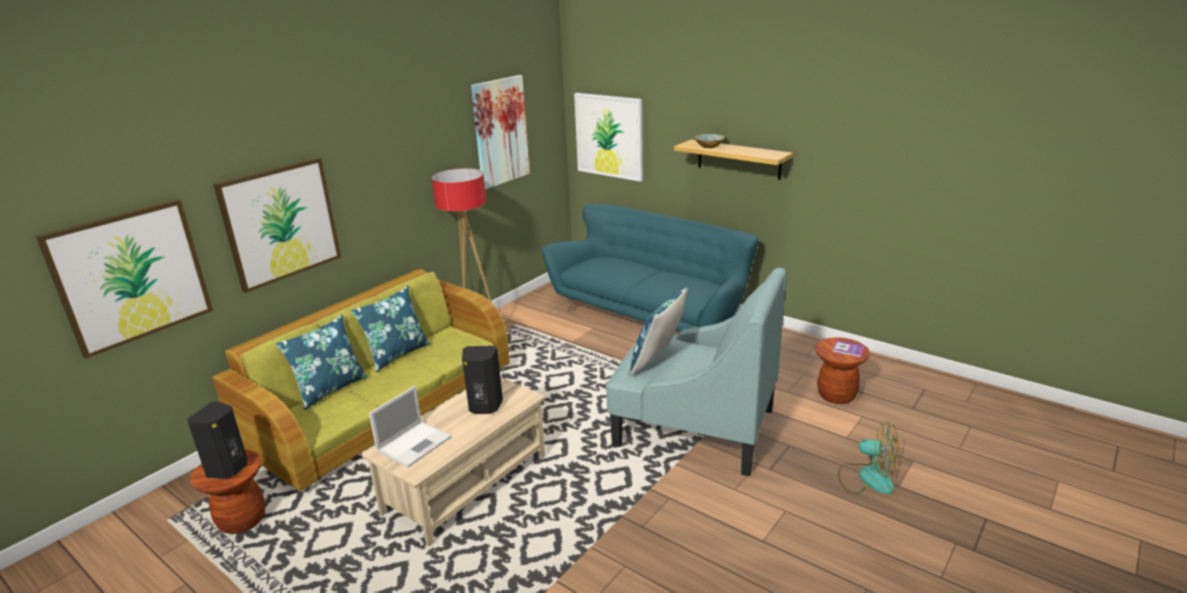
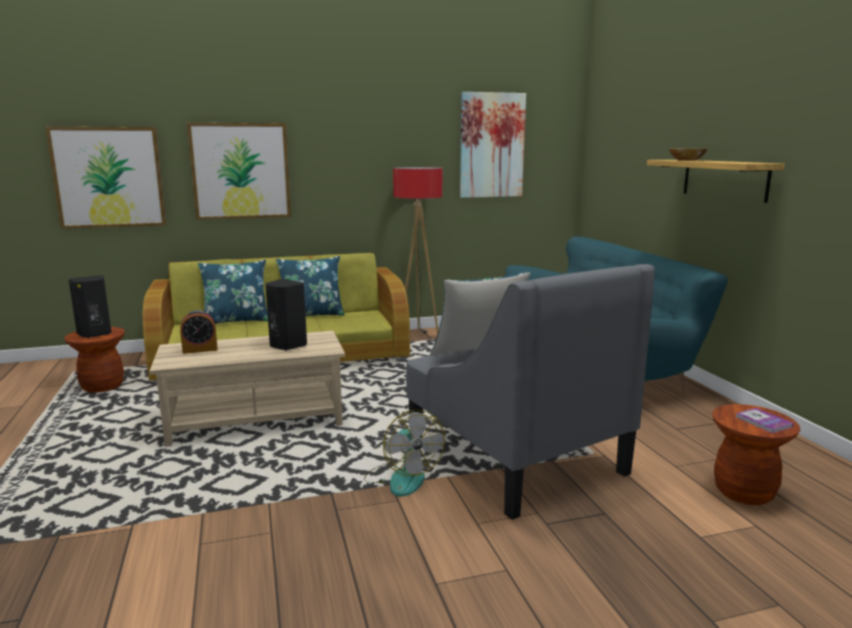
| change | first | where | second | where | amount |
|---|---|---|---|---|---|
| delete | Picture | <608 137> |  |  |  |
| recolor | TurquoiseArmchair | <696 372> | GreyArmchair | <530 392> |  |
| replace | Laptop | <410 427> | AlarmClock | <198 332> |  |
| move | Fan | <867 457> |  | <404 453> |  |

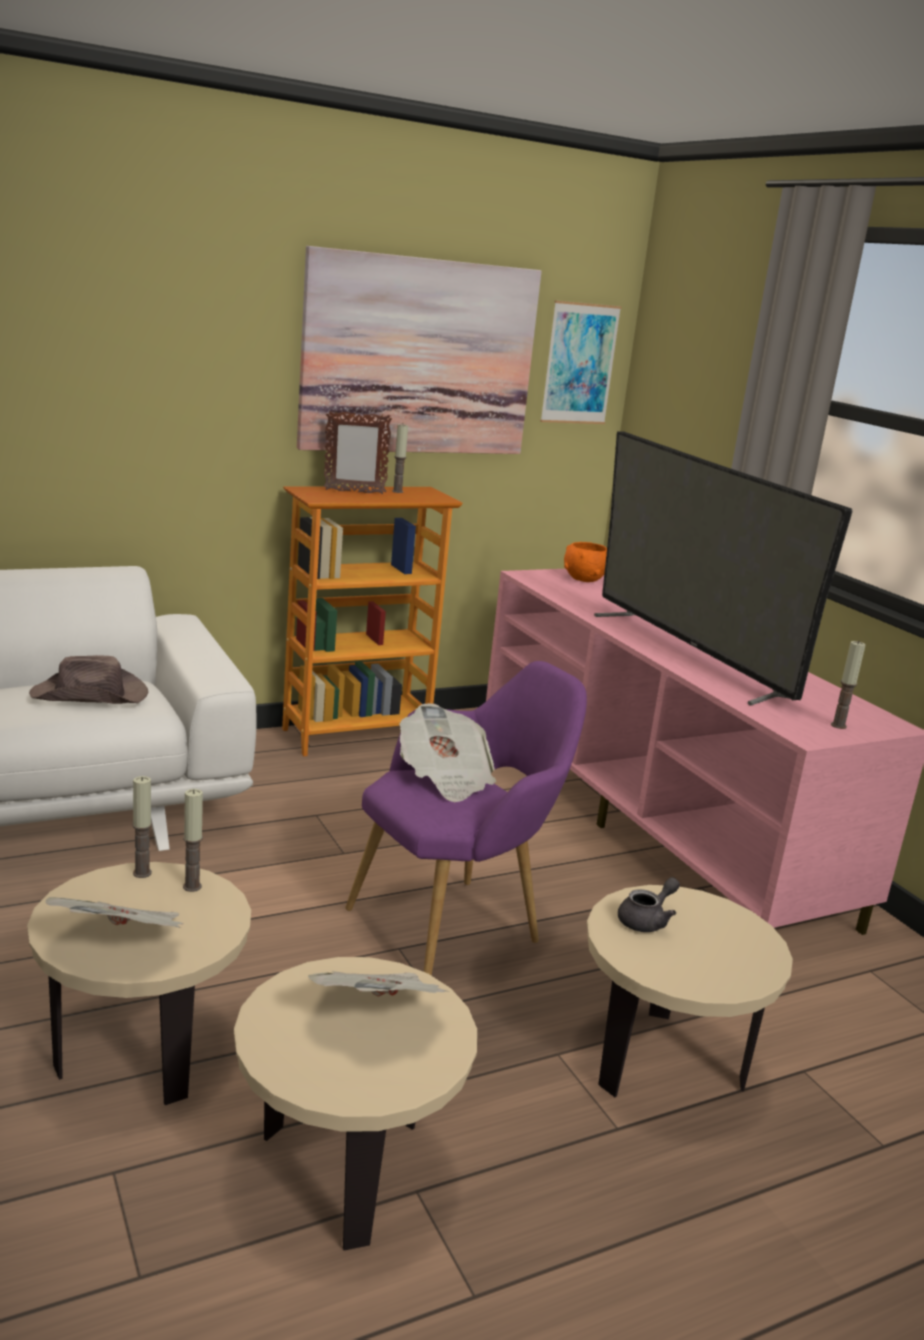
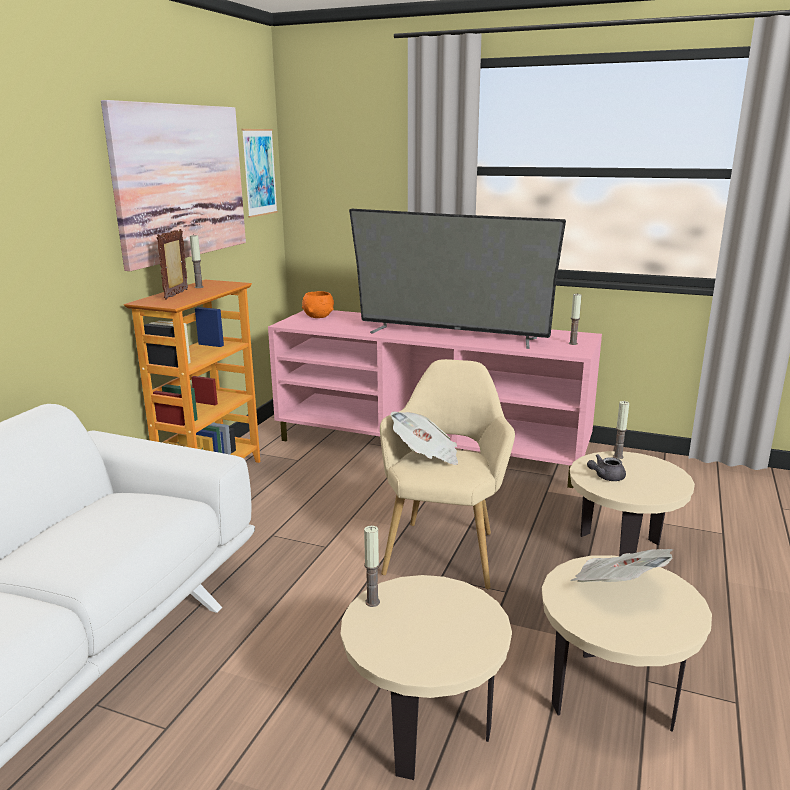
| change | first | where | second | where | amount |
|---|---|---|---|---|---|
| rotate | PictureFrame | <358 452> |  | <172 264> | 150 degrees clockwise |
| delete | BrownHat | <88 679> |  |  |  |
| recolor | PurpleArmchair | <466 818> | BeigeArmchair | <447 474> |  |
| move | Candle | <193 840> |  | <621 430> |  |
| rotate | GreyTeapot | <649 904> |  | <606 467> | 120 degrees counterclockwise |
| delete | Newspaper | <115 912> |  |  |  |

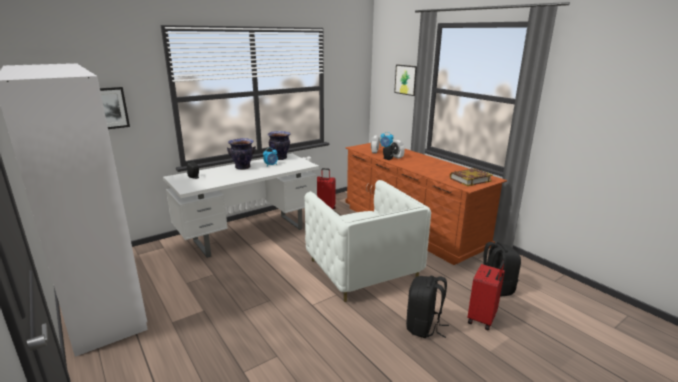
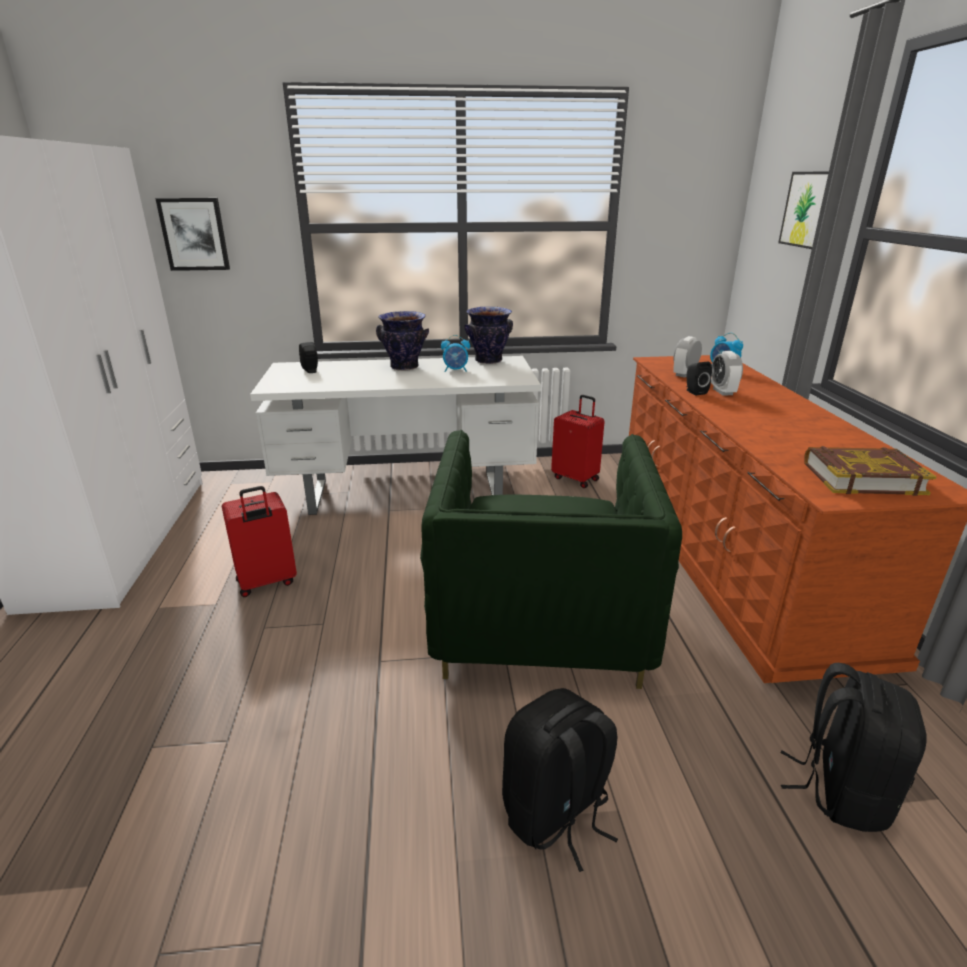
| change | first | where | second | where | amount |
|---|---|---|---|---|---|
| recolor | WhiteArmchair | <368 241> | GreenArmchair | <551 559> |  |
| move | RedSuitcase | <486 295> |  | <259 541> |  |

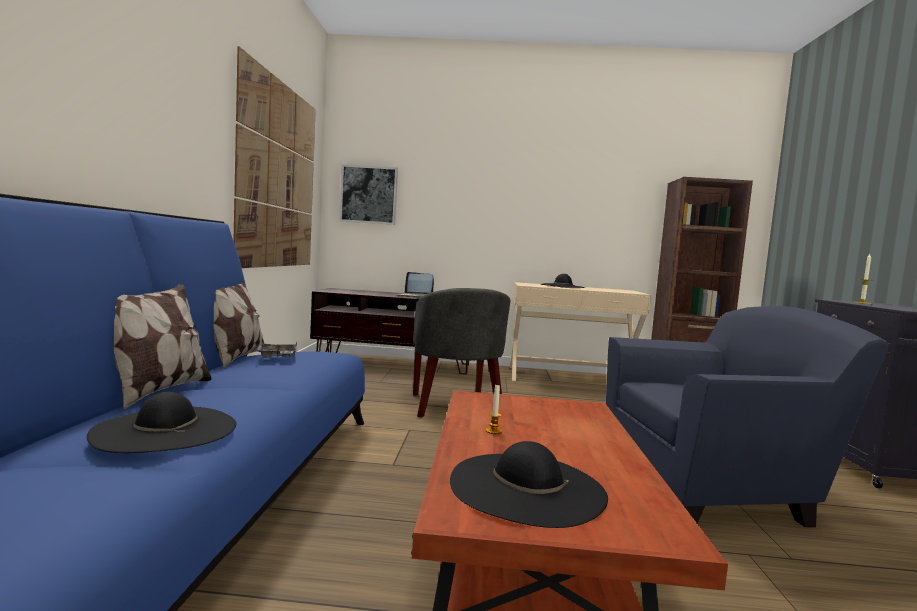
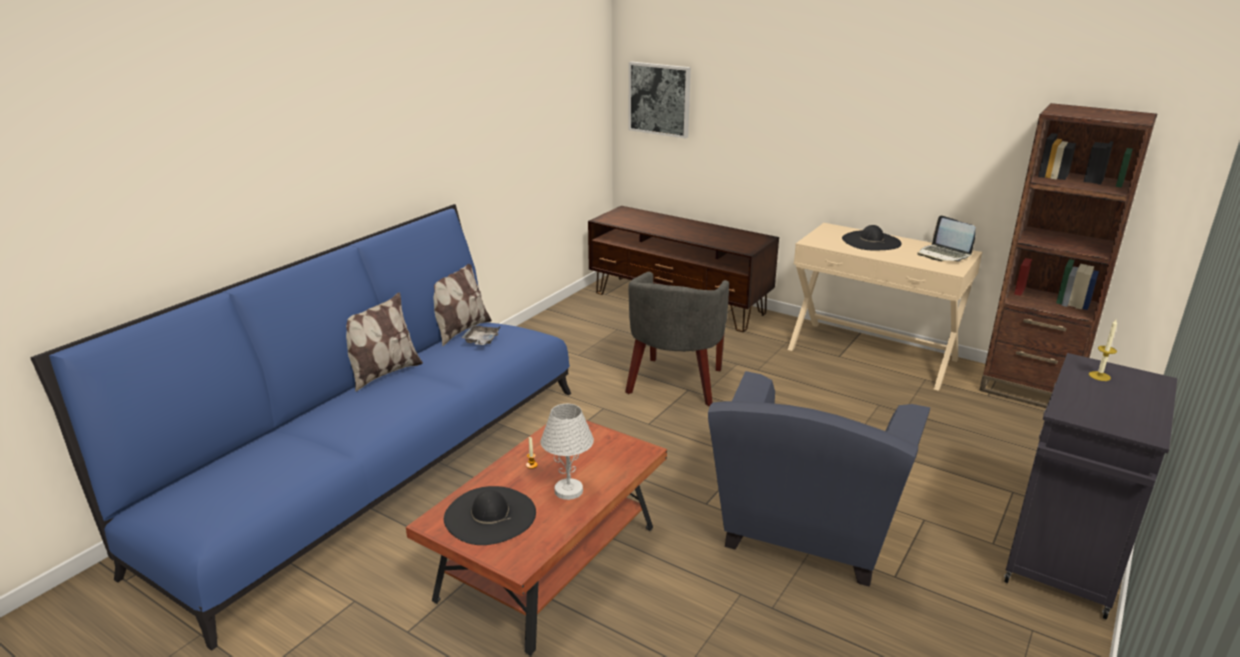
| change | first | where | second | where | amount |
|---|---|---|---|---|---|
| delete | Picture | <274 157> |  |  |  |
| move | Laptop | <415 284> |  | <946 238> |  |
| rotate | BlueArmchair | <747 416> |  | <819 478> | 90 degrees clockwise |
| delete | BlackHat | <161 422> |  |  |  |
| insert |  |  | WhiteTableLamp | <567 452> |  |

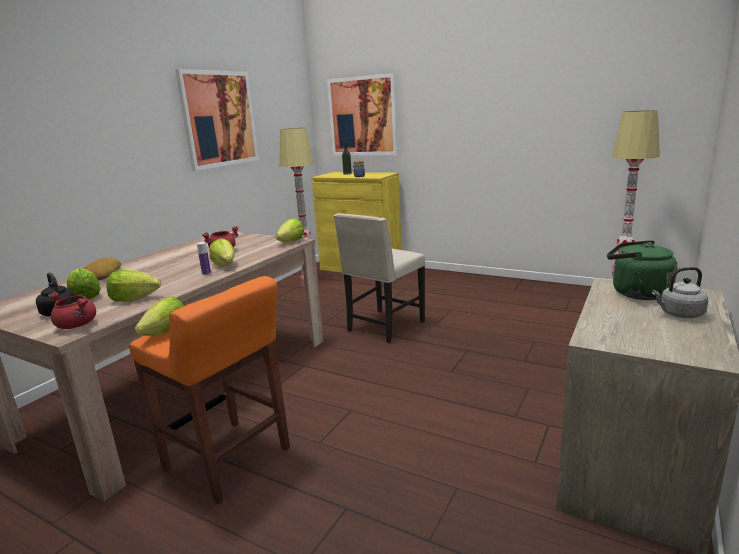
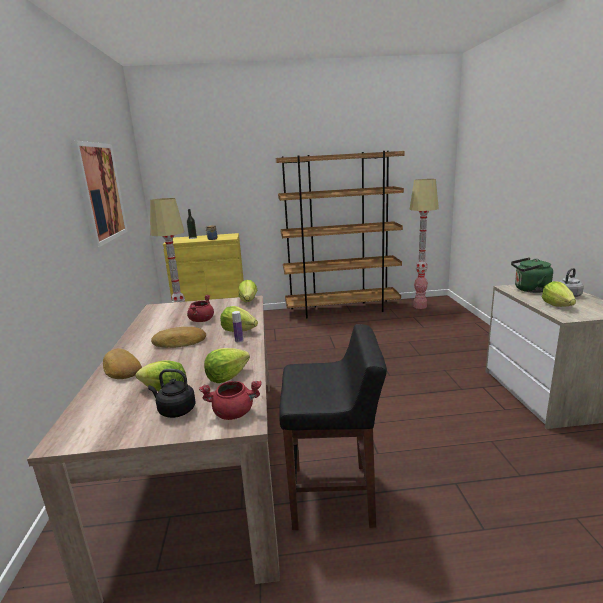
| change | first | where | second | where | amount |
|---|---|---|---|---|---|
| delete | Picture | <362 114> |  |  |  |
| delete | BeigeChair | <379 278> |  |  |  |
| recolor | OrangeStool | <209 390> | BlackStool | <333 427> |  |
| move | Lettuce | <159 316> |  | <559 294> |  |
| insert |  |  | BrownBookcase | <340 235> |  |
| insert |  |  | Bread | <178 337> |  |

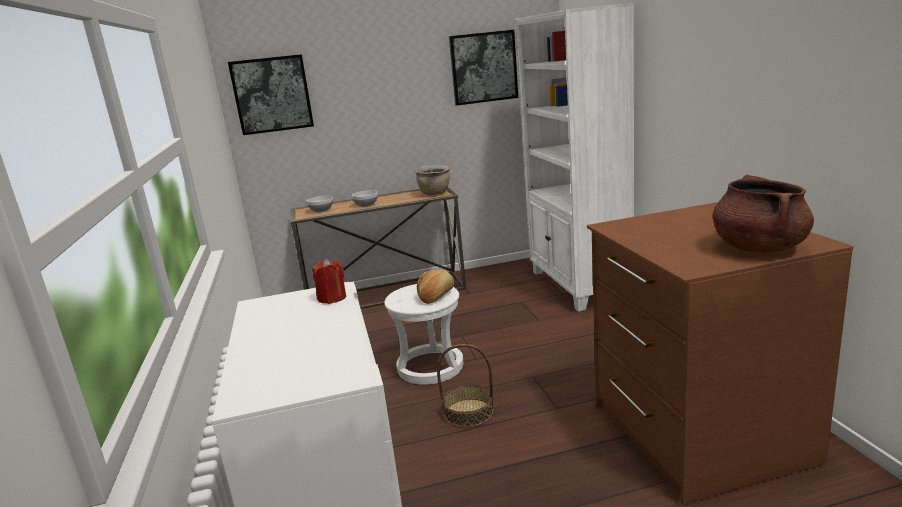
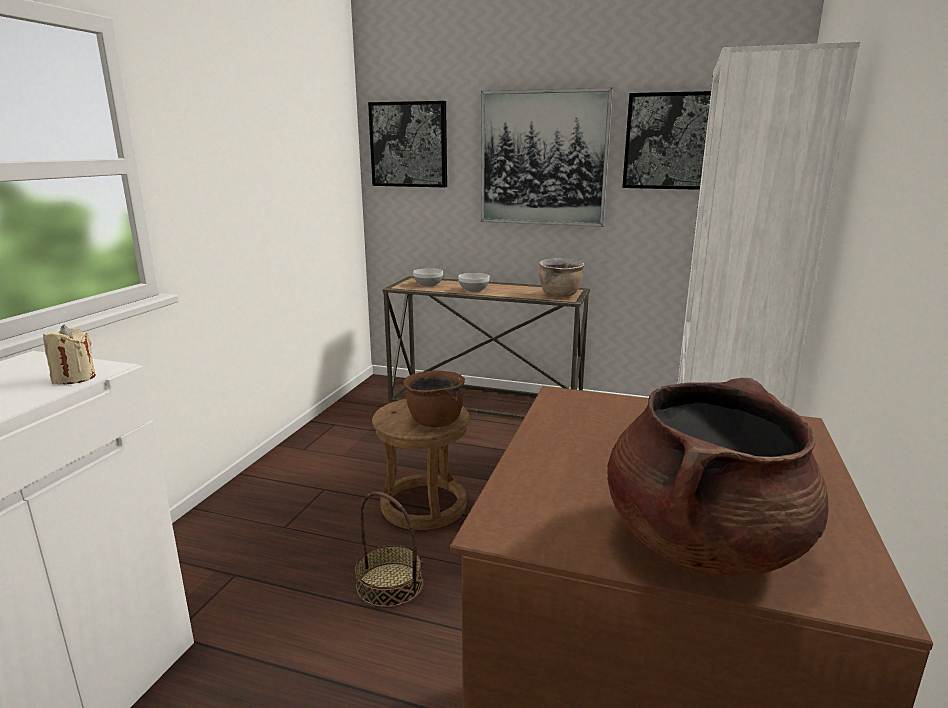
| change | first | where | second | where | amount |
|---|---|---|---|---|---|
| recolor | RedCandle | <329 281> | BeigeCandle | <69 354> |  |
| replace | Bread | <436 287> | BrownCookingPot | <434 398> |  |
| recolor | WhiteStool | <423 334> | BrownStool | <421 464> |  |
| insert |  |  | Picture | <547 157> |  |

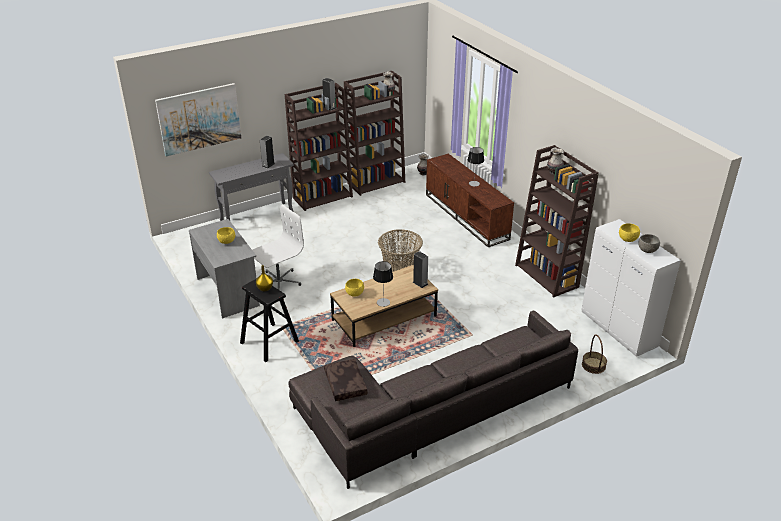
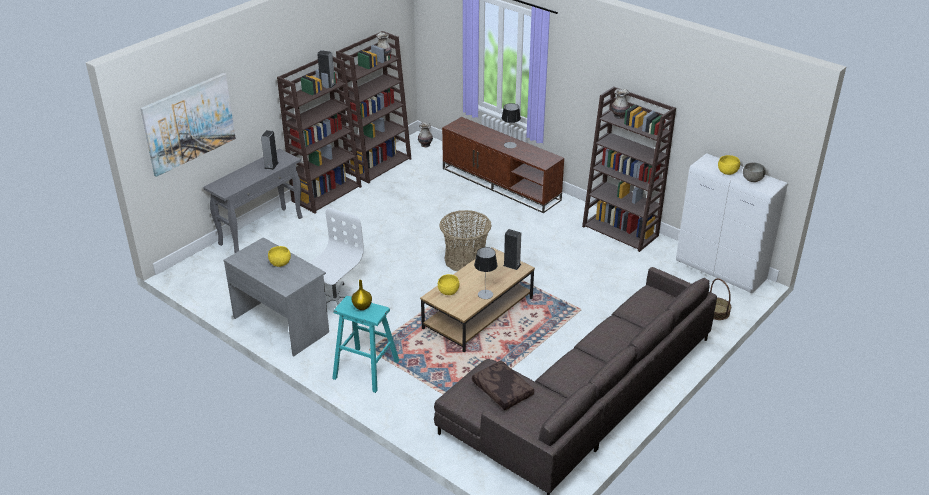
| change | first | where | second | where | amount |
|---|---|---|---|---|---|
| recolor | BlackStool | <269 320> | TurquoiseStool | <365 344> |  |

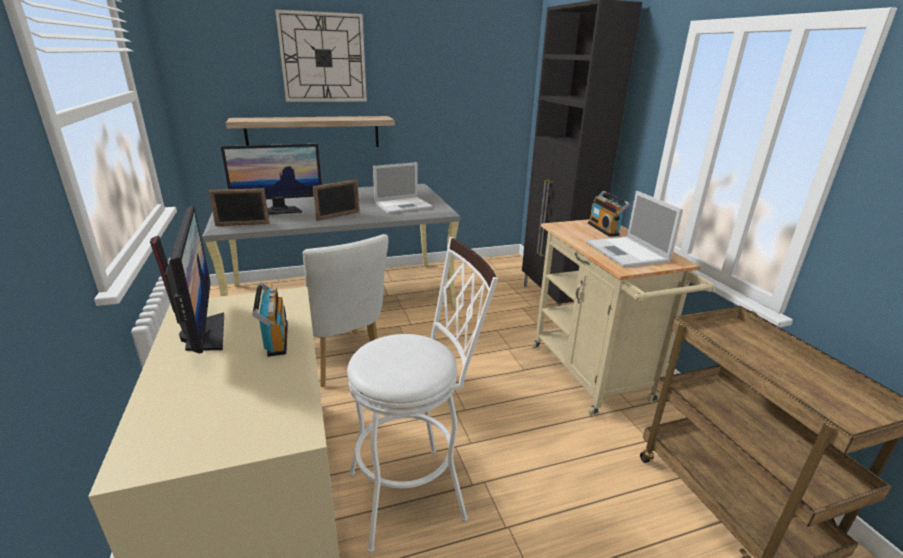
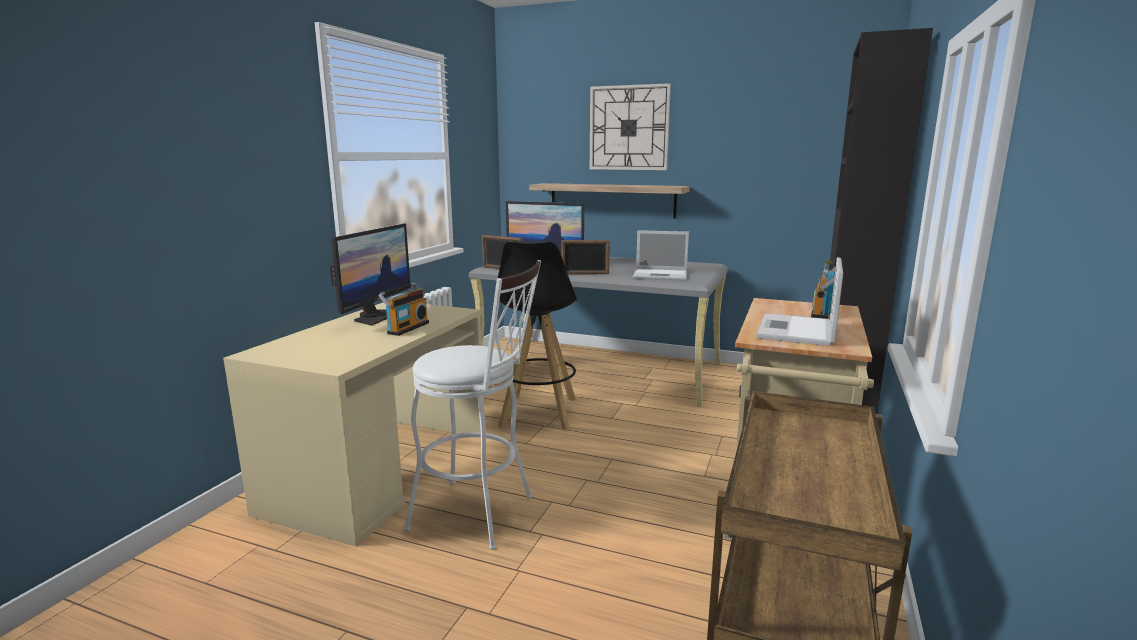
| change | first | where | second | where | amount |
|---|---|---|---|---|---|
| replace | WhiteChair | <346 310> | BlackStool | <538 335> |  |

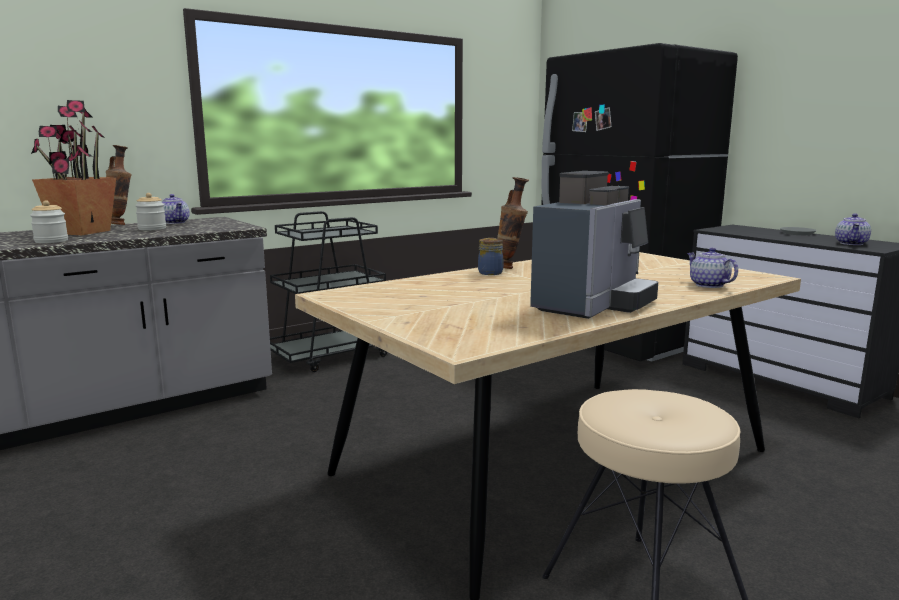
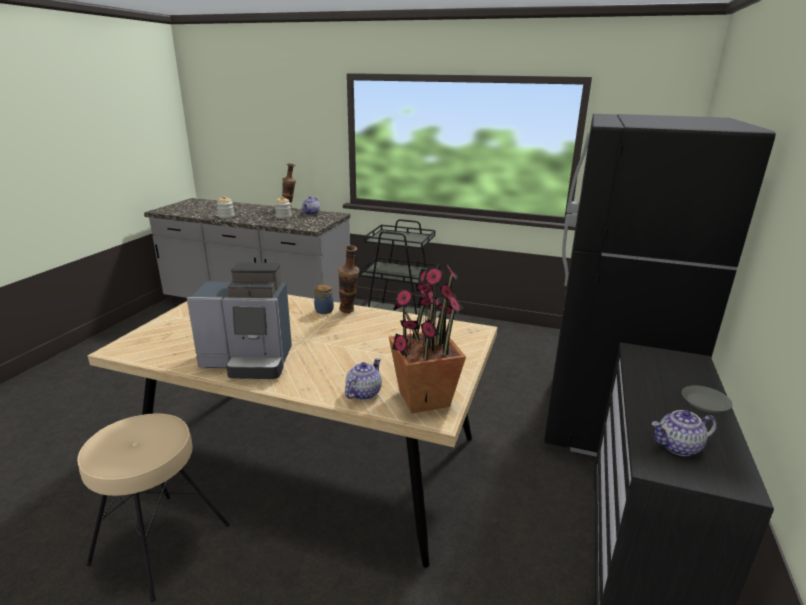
| change | first | where | second | where | amount |
|---|---|---|---|---|---|
| move | PottedPlant | <73 167> |  | <427 339> |  |

